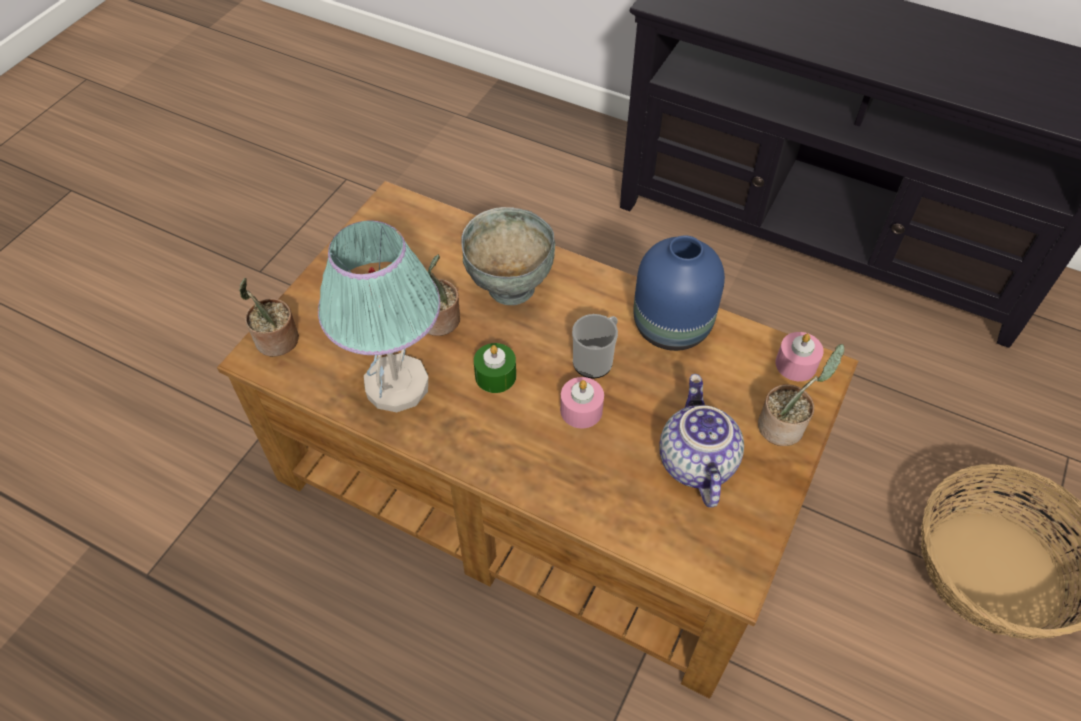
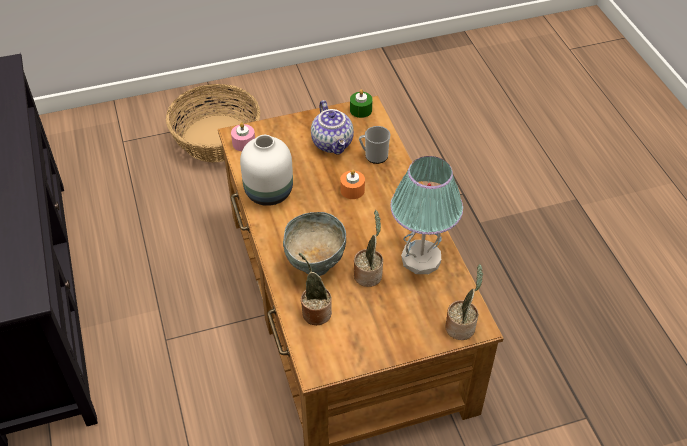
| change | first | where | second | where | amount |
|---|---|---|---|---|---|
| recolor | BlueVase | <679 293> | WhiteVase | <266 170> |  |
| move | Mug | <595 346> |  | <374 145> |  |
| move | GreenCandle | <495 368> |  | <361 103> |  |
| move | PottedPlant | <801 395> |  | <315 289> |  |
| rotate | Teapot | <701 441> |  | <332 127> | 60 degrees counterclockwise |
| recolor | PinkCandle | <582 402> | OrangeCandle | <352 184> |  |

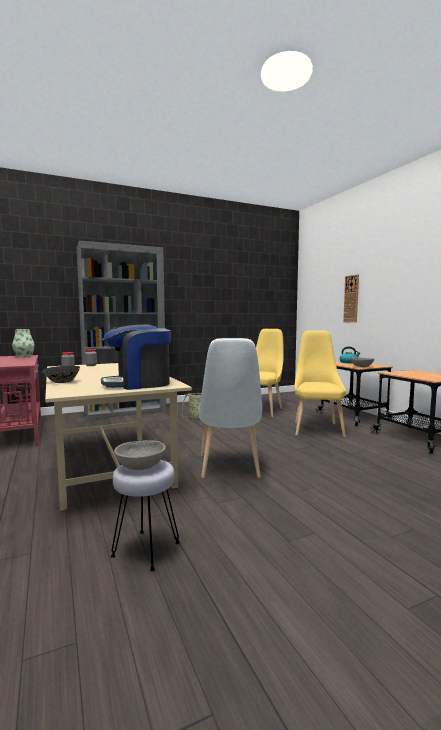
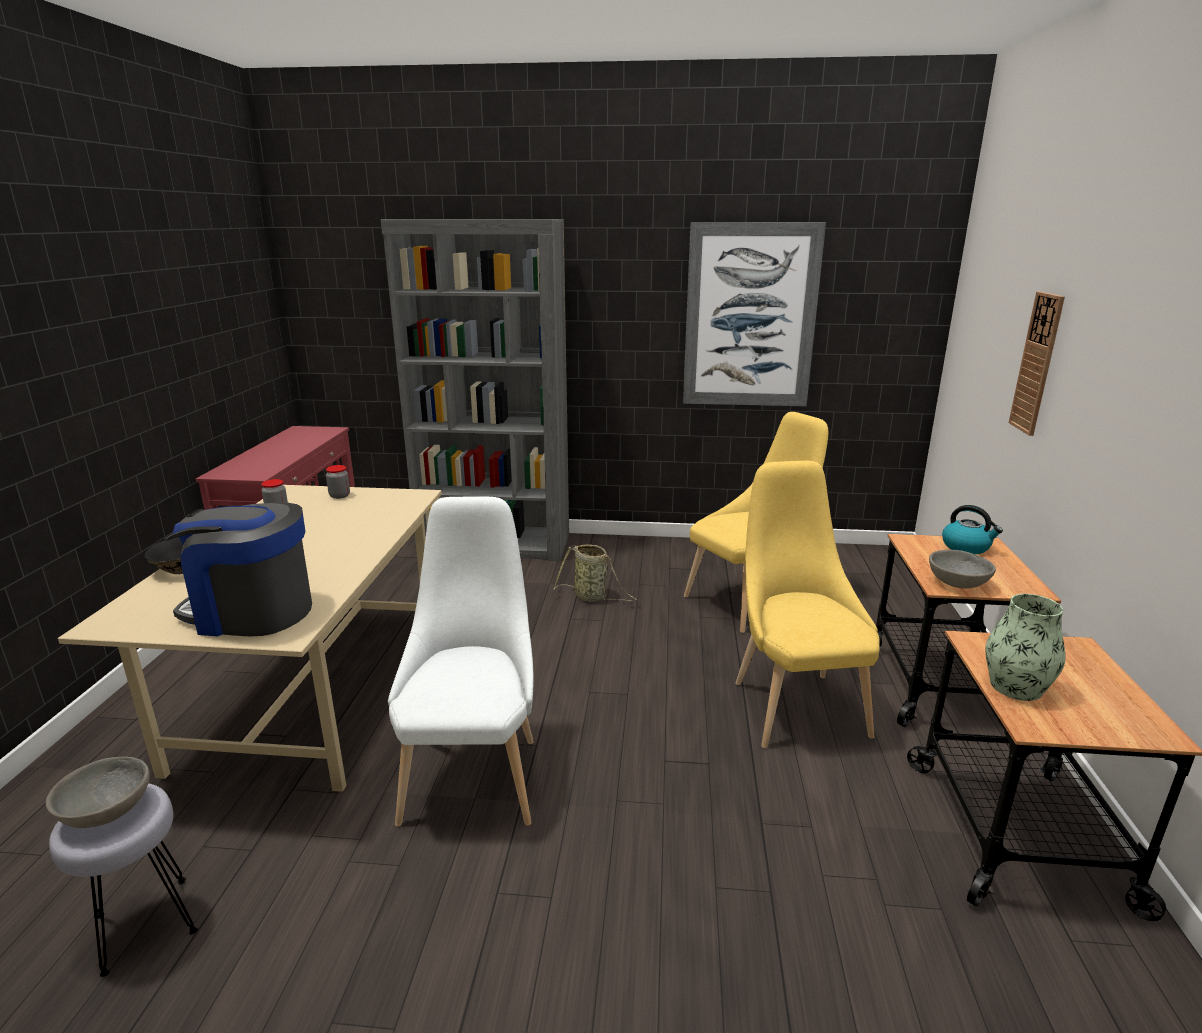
| change | first | where | second | where | amount |
|---|---|---|---|---|---|
| move | Vase | <23 343> |  | <1025 647> |  |
| rotate | YellowChair | <320 383> |  | <807 604> | 45 degrees counterclockwise |
| rotate | WhiteChair | <230 408> |  | <461 661> | 150 degrees clockwise |
| insert |  |  | Picture | <754 314> |  |

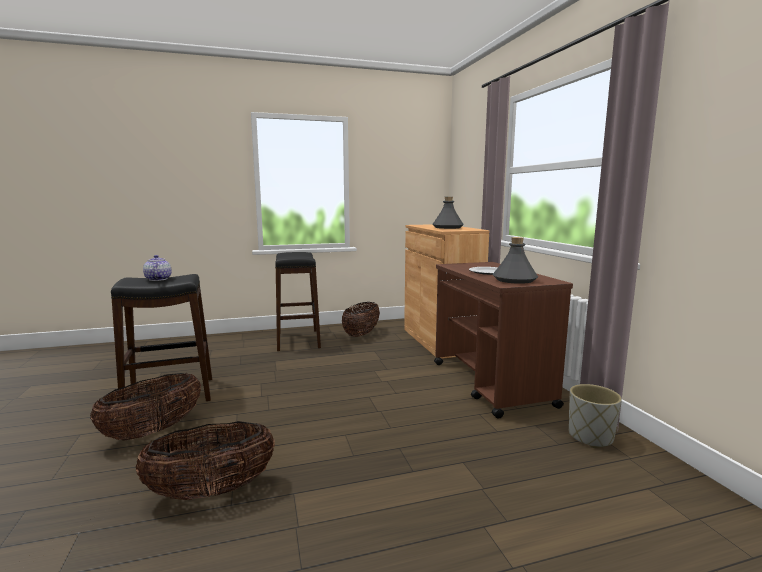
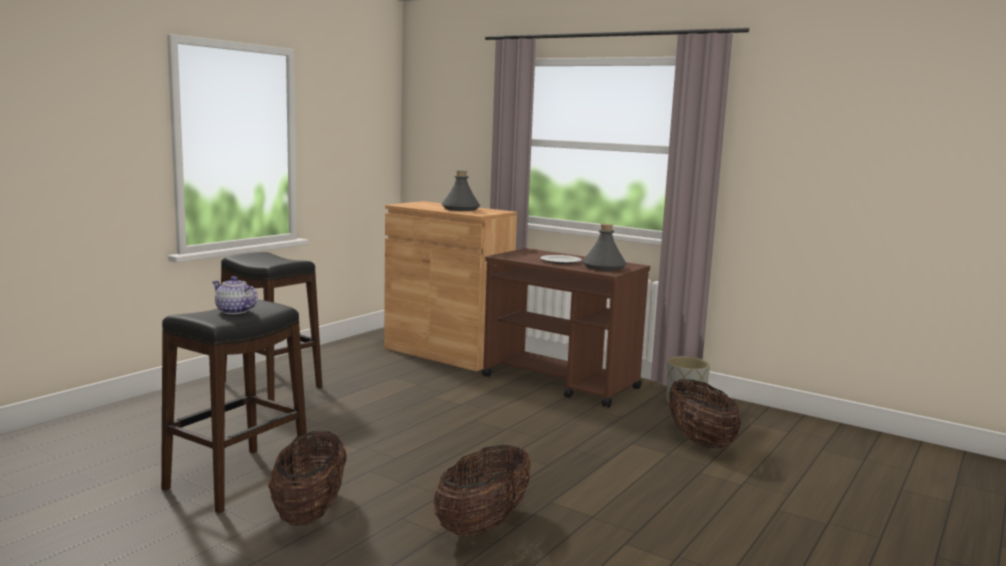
| change | first | where | second | where | amount |
|---|---|---|---|---|---|
| move | Basket | <361 319> |  | <705 414> |  |

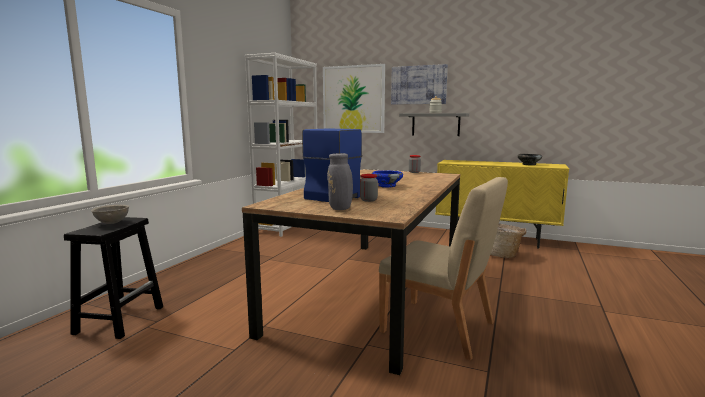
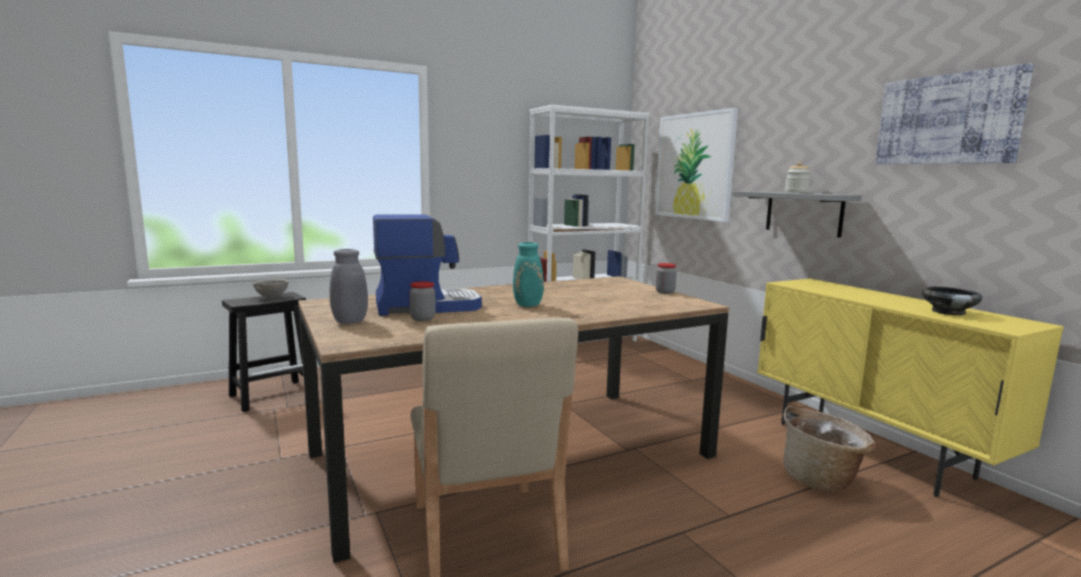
| change | first | where | second | where | amount |
|---|---|---|---|---|---|
| move | Picture | <419 84> |  | <954 113> |  |
| replace | BlueBowl | <387 179> | TurquoiseVase | <528 274> |  |

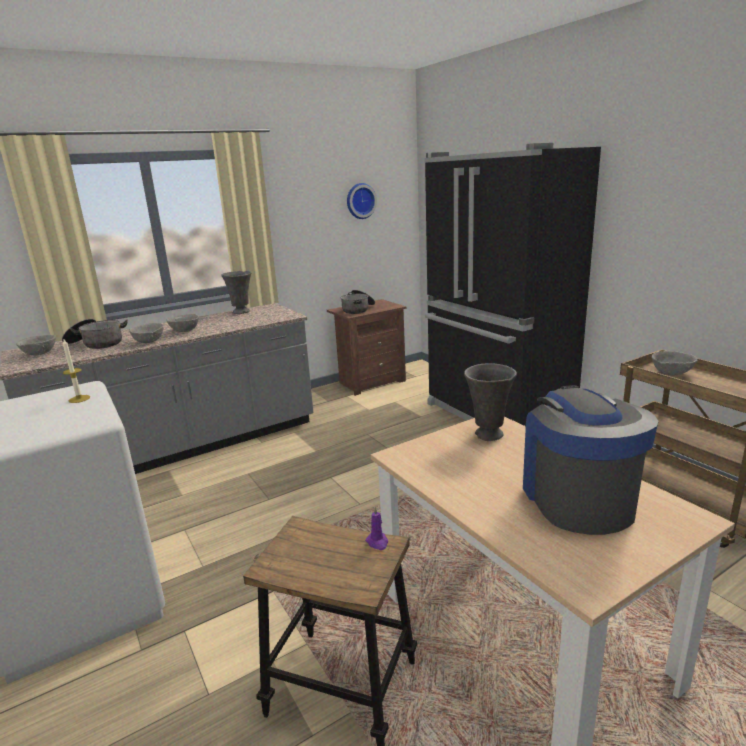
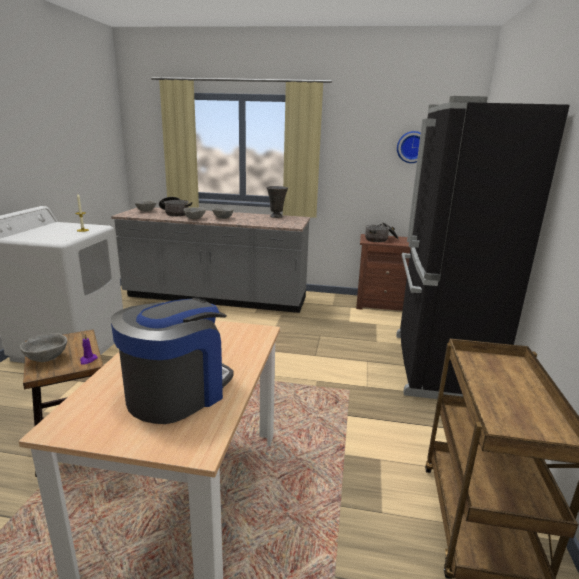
| change | first | where | second | where | amount |
|---|---|---|---|---|---|
| move | GreyBowl | <675 363> |  | <43 347> |  |
| delete | GreyVase | <490 402> |  |  |  |

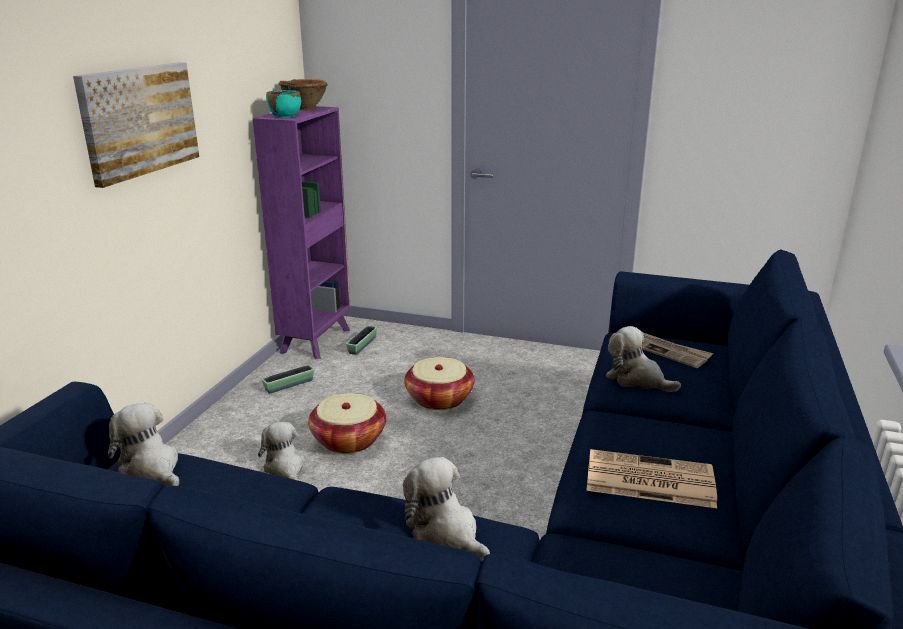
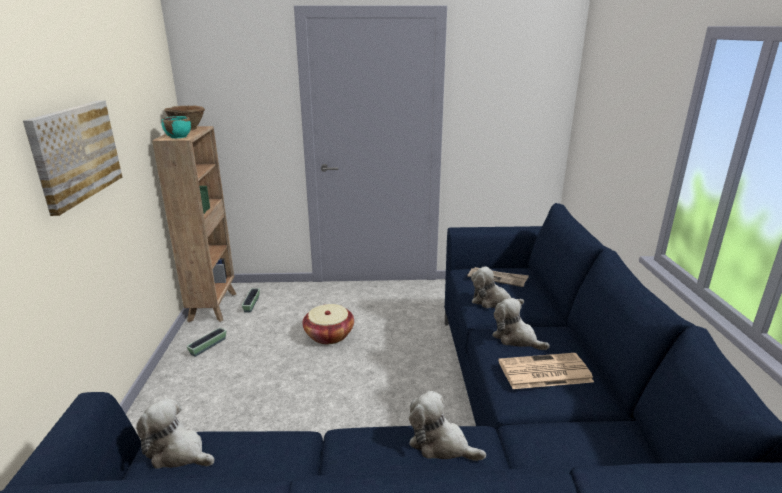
| change | first | where | second | where | amount |
|---|---|---|---|---|---|
| recolor | PurpleBookcase | <301 232> | BrownBookcase | <194 224> |  |
| delete | Basket | <347 423> |  |  |  |
| move | PlushToy | <282 451> |  | <521 324> |  |

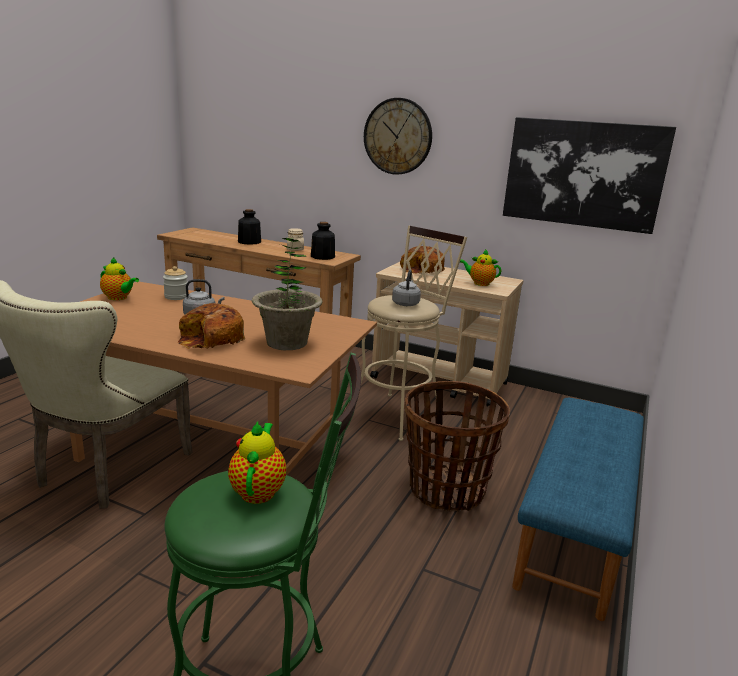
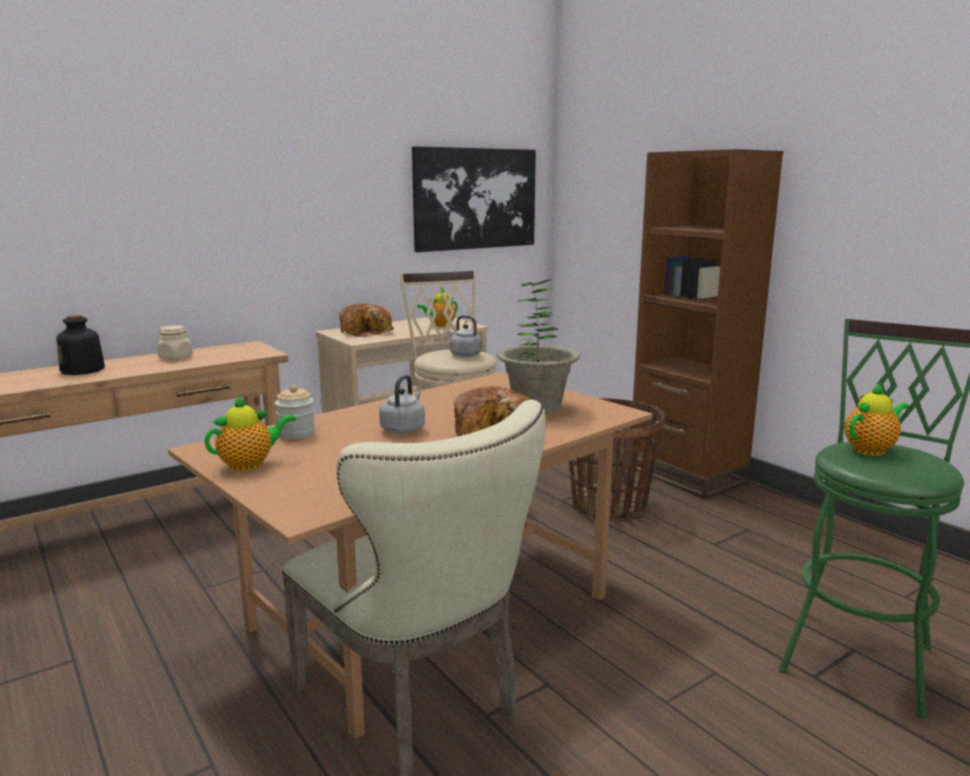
| change | first | where | second | where | amount |
|---|---|---|---|---|---|
| delete | WallClock | <398 136> |  |  |  |
| delete | Bottle | <323 241> |  |  |  |
| replace | BlueBench | <578 509> | BrownBookcase | <706 324> |  |
| rotate | Teapot | <257 462> |  | <876 419> | 120 degrees clockwise |

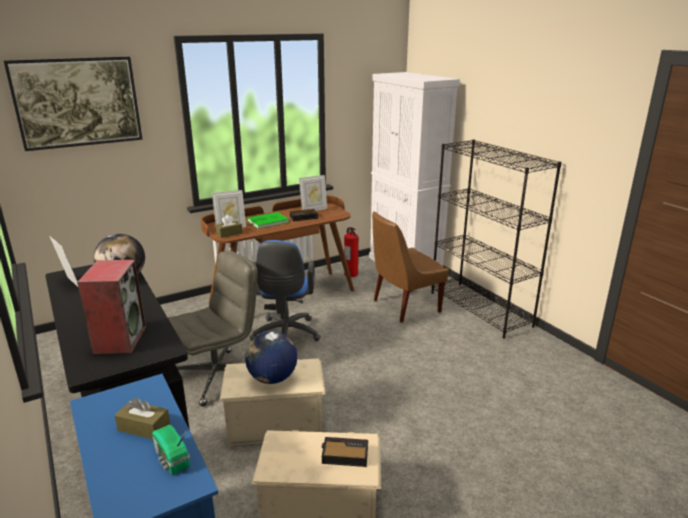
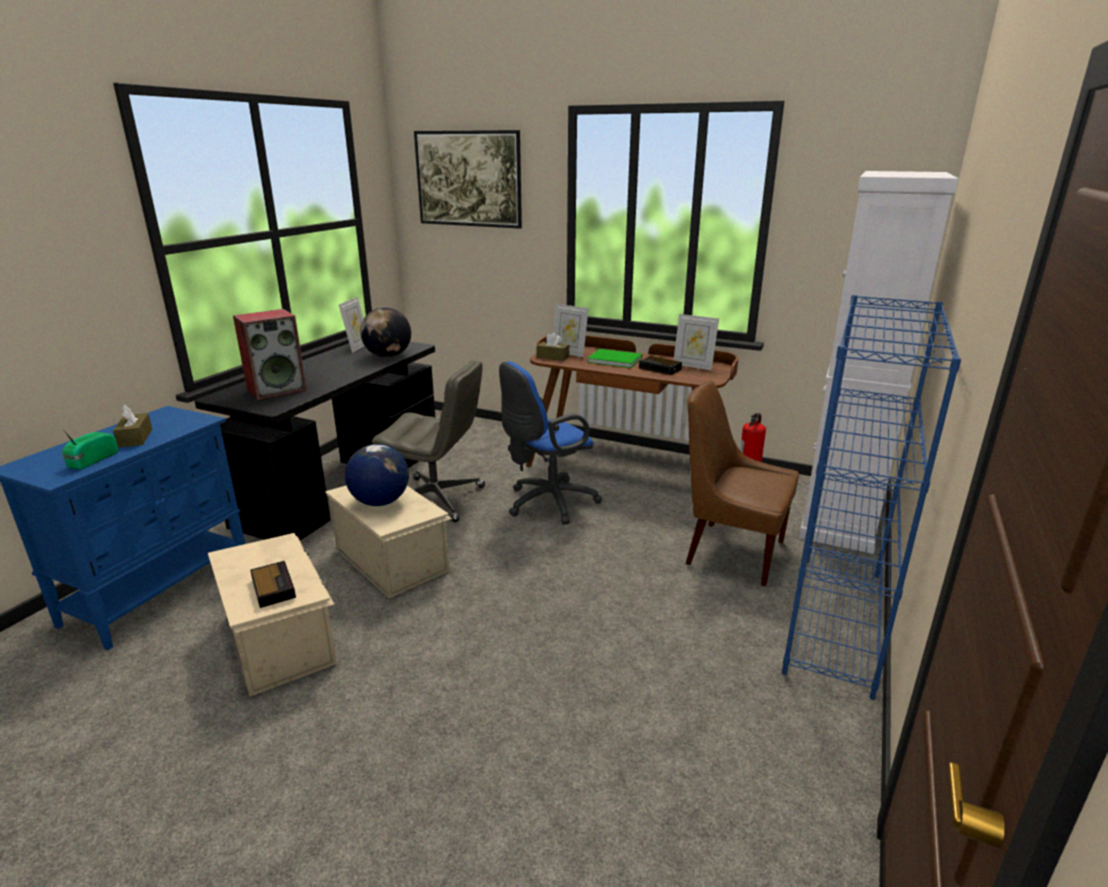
| change | first | where | second | where | amount |
|---|---|---|---|---|---|
| recolor | BlackBookcase | <497 239> | BlueBookcase | <871 497> |  |

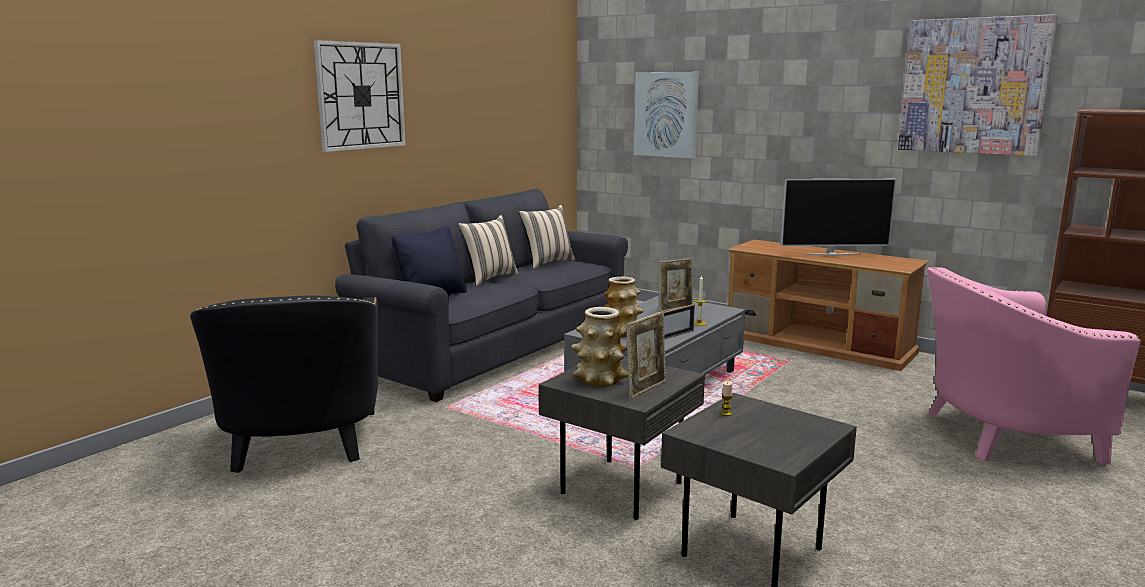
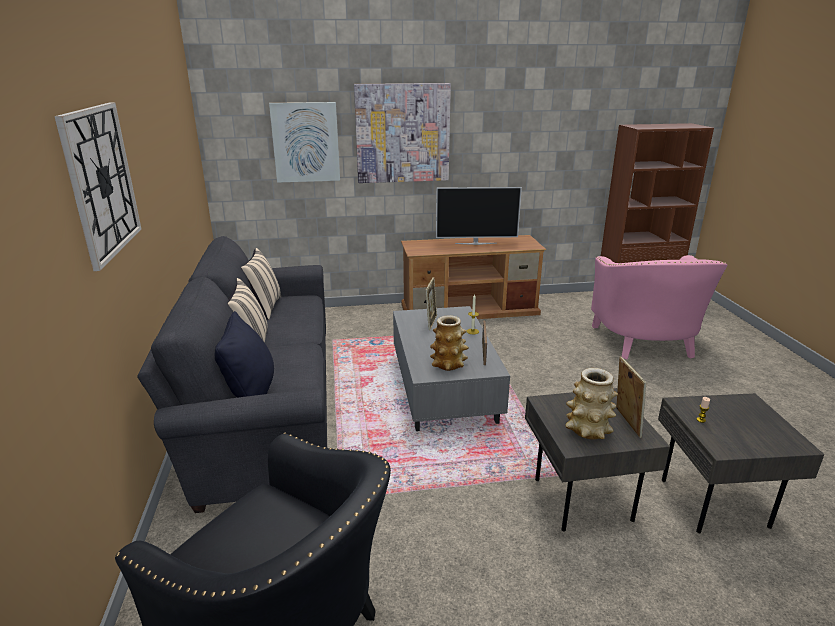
| change | first | where | second | where | amount |
|---|---|---|---|---|---|
| move | Picture | <978 85> |  | <402 133> |  |
| rotate | Television | <838 217> |  | <479 216> | 45 degrees clockwise |
| rotate | PinkArmchair | <1034 365> |  | <659 307> | 45 degrees counterclockwise |

